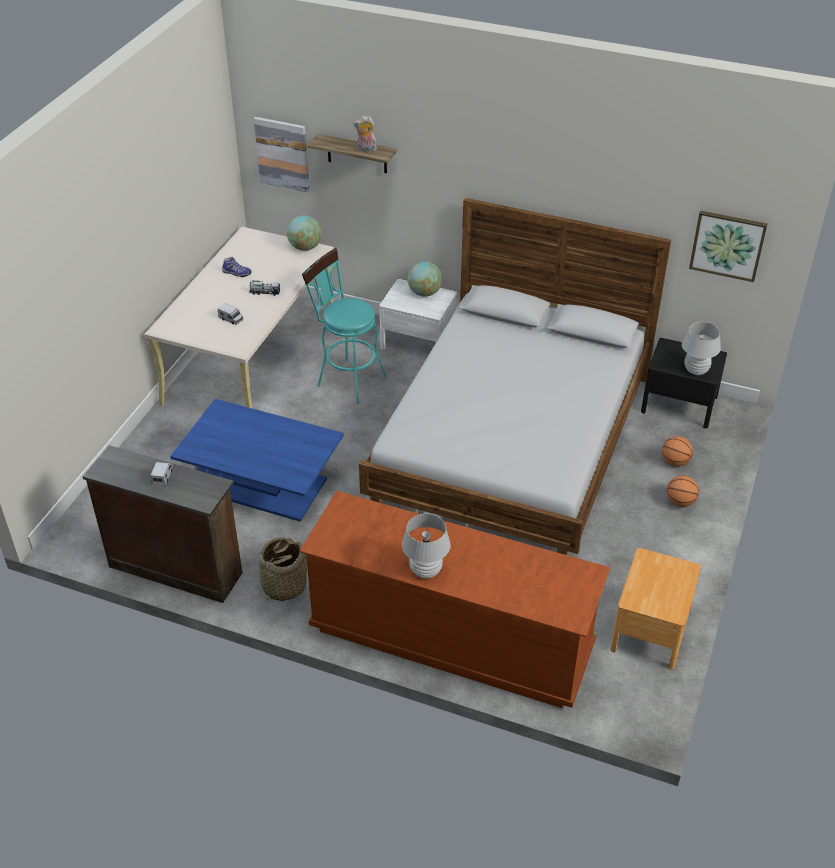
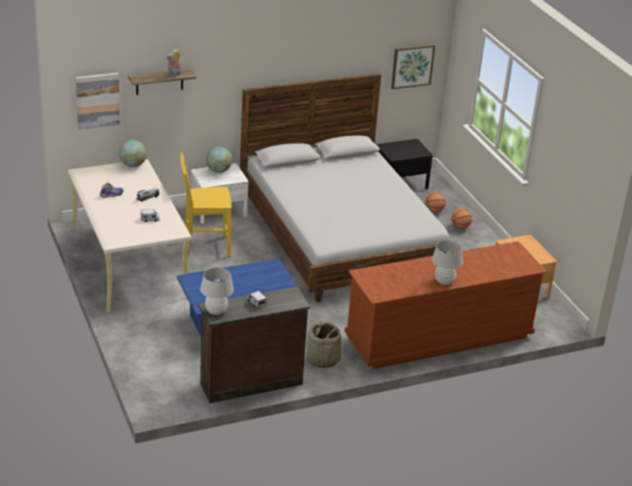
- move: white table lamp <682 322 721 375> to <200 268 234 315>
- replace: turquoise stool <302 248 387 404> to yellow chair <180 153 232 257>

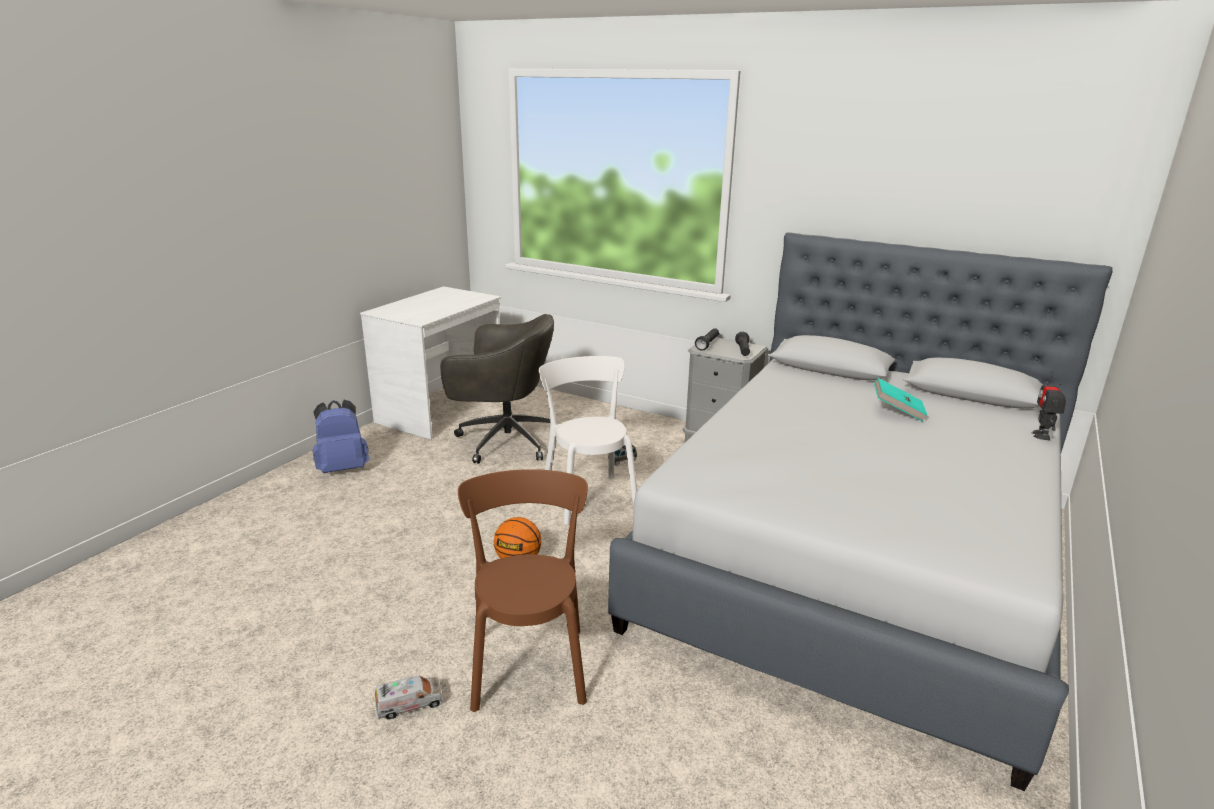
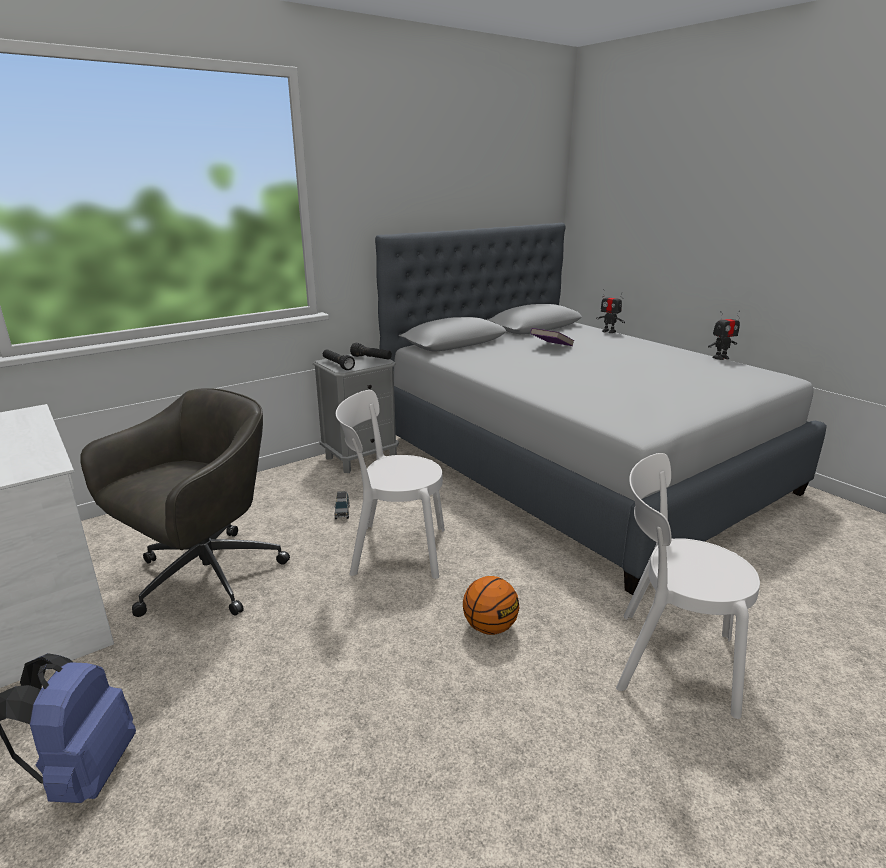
- delete: toy truck <375 675 443 720>
- insert: toy robot <708 311 740 360>
- recolor: brown chair <458 469 588 712> to white chair <616 453 760 719>
- recolor: turquoise book <874 378 928 421> to purple book <530 328 575 346>

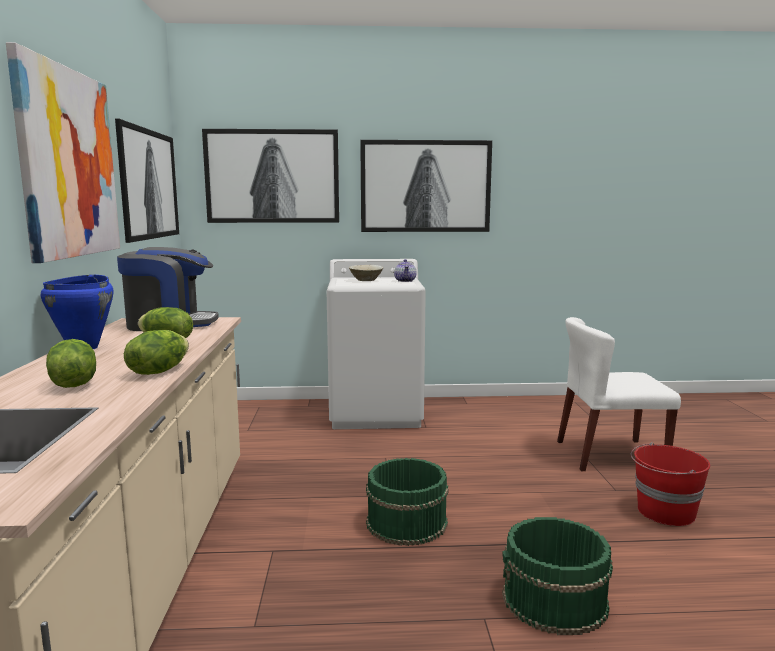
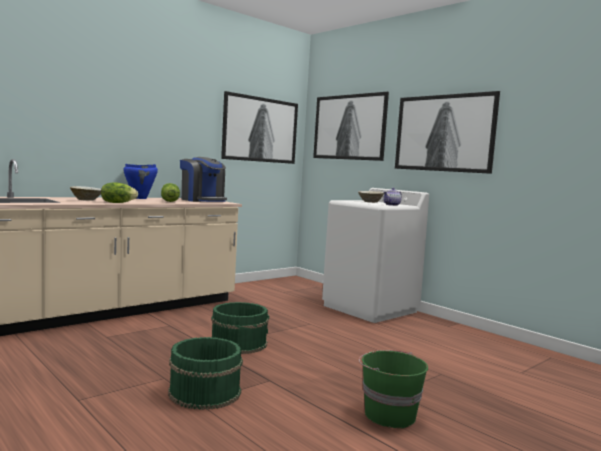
- delete: picture <6 42 120 263>
- delete: white chair <557 317 681 471>
- replace: lettuce <46 339 96 388> to beige bowl <70 186 101 201>
- recolor: red bucket <631 443 710 526> to green bucket <359 350 428 428>

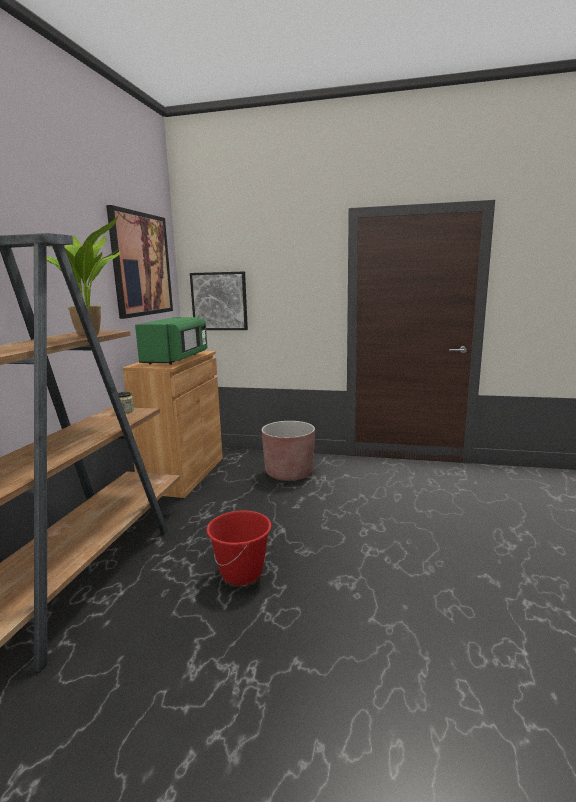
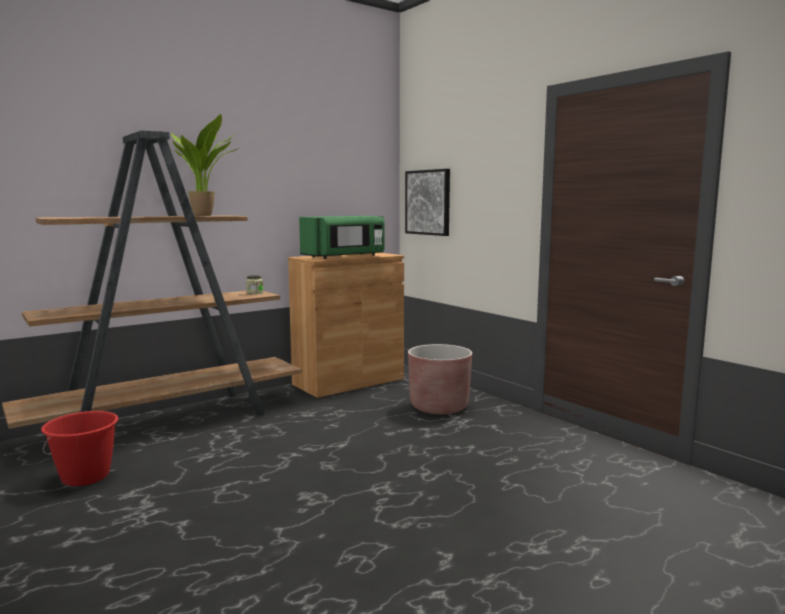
- delete: picture <106 205 173 319>
- move: red bucket <206 511 271 585> to <41 411 118 486>

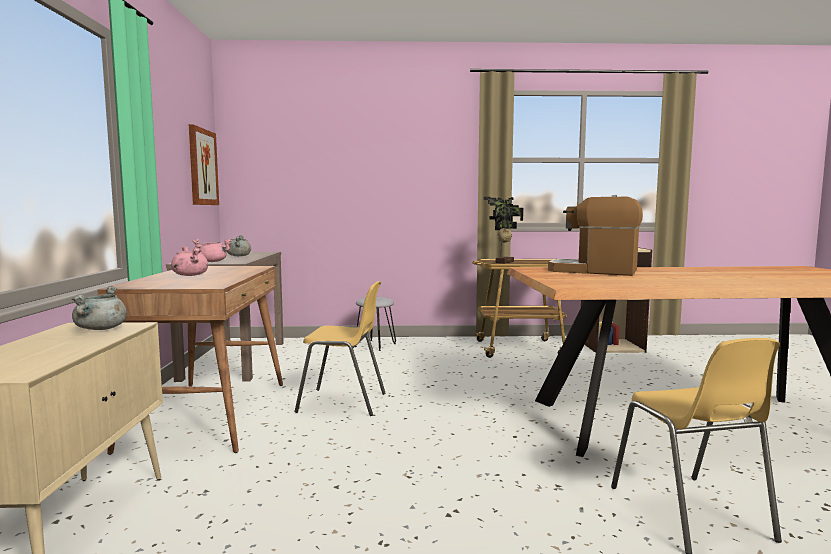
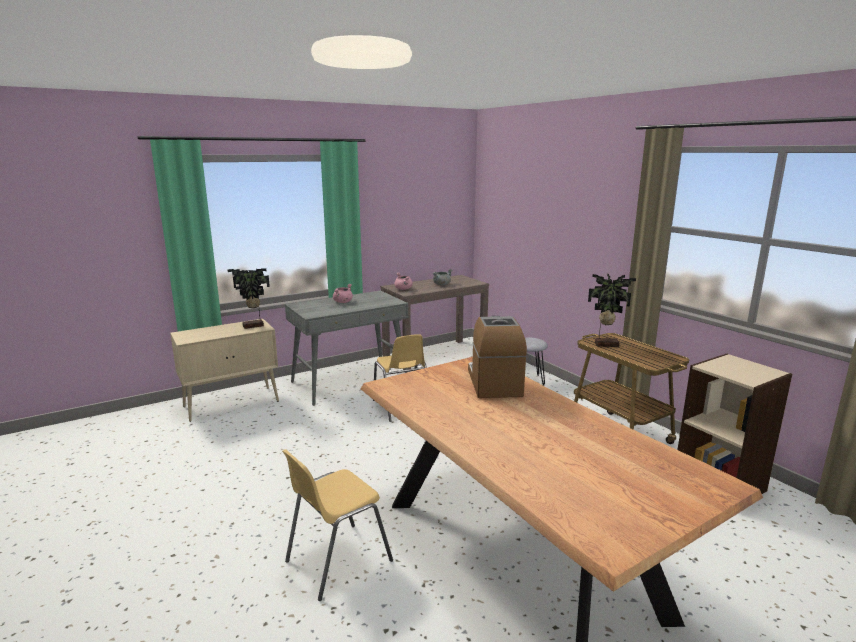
- delete: picture <189 124 219 205>
- replace: grey cooking pot <72 286 127 330> to potted plant <228 268 270 329>
- recolor: brown desk <98 266 283 455> to grey desk <285 291 408 406>

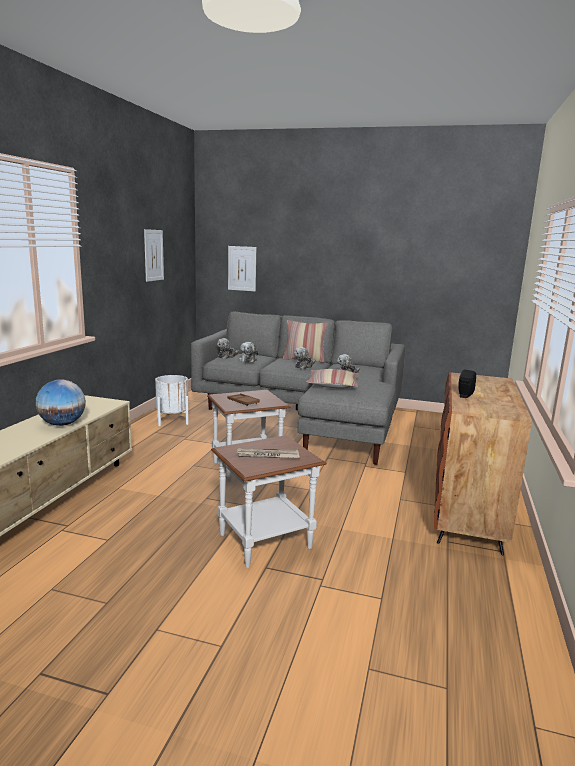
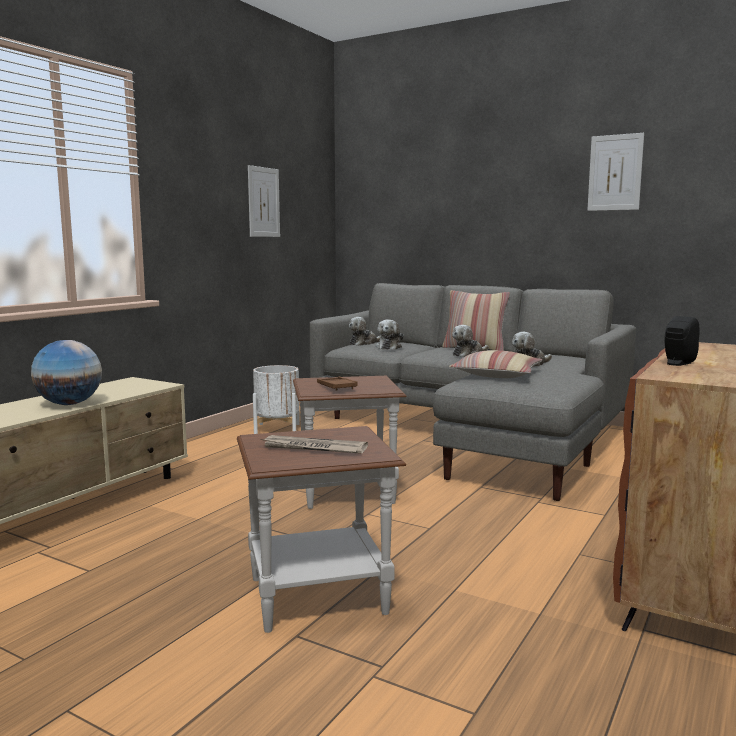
- move: picture <228 246 256 291> to <587 133 644 211>

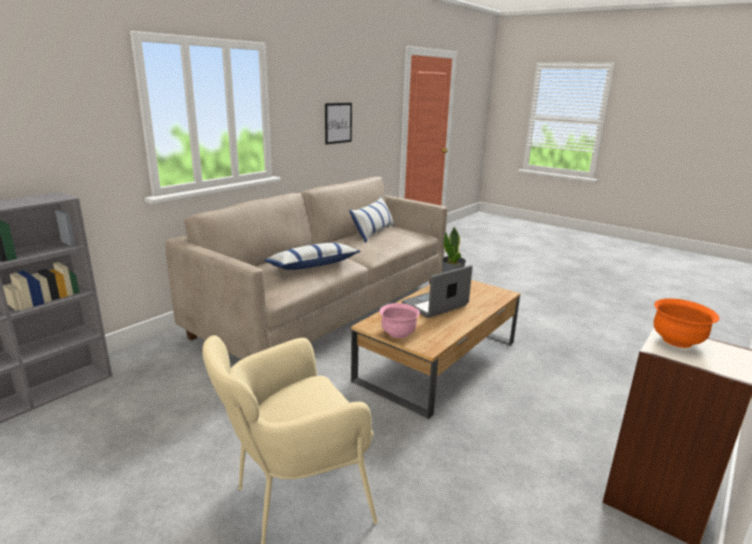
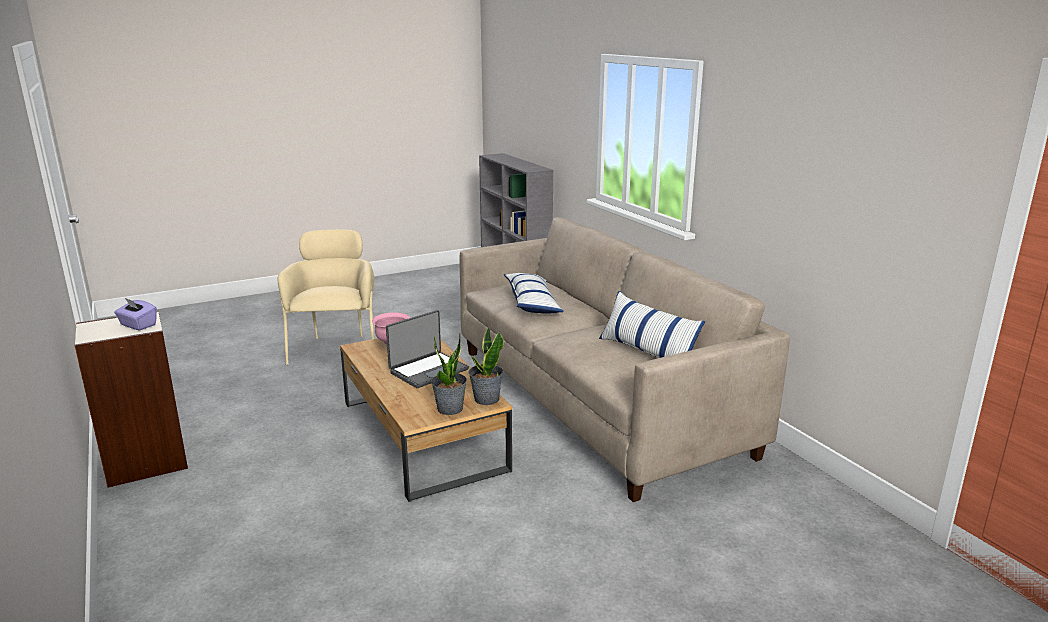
- delete: picture <325 103 352 145>
- insert: potted plant <431 334 467 415>
- replace: orange bowl <653 298 719 348> to purple tissue box <114 298 157 331>
- rotate: laptop <402 265 472 318> = <386 310 469 388> 60 degrees clockwise

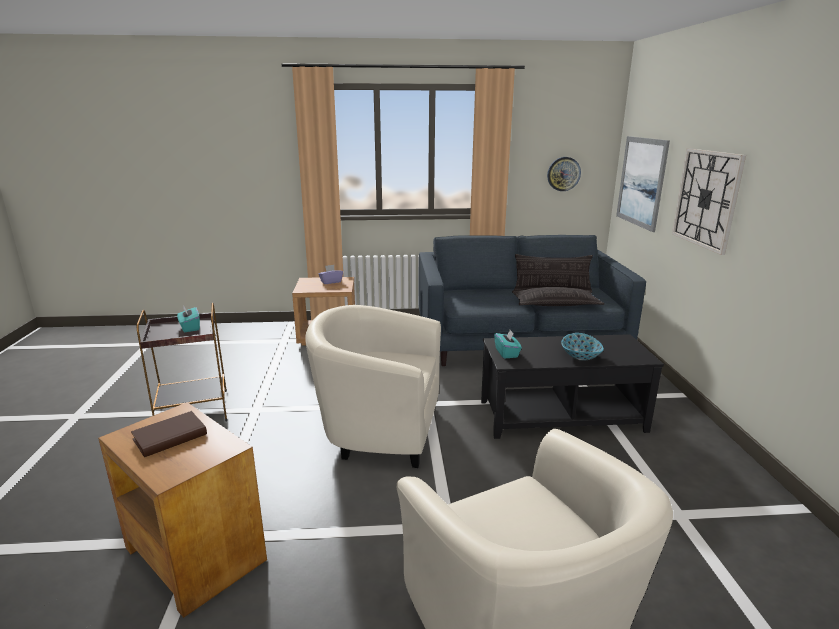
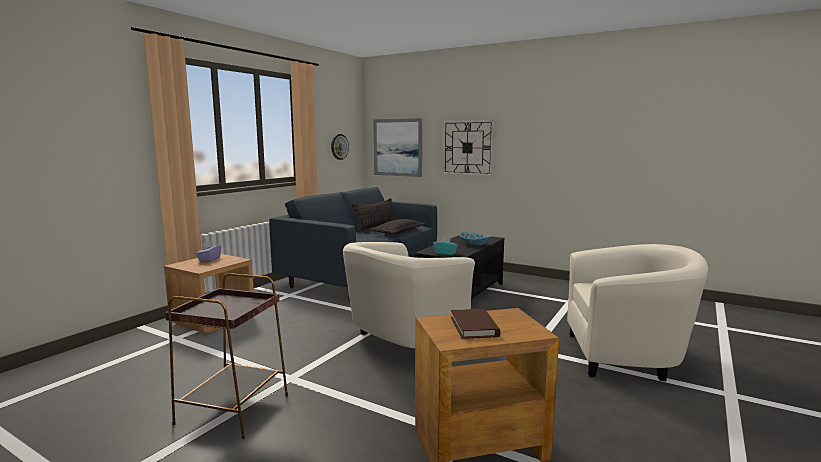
- delete: turquoise tissue box <177 305 200 332>

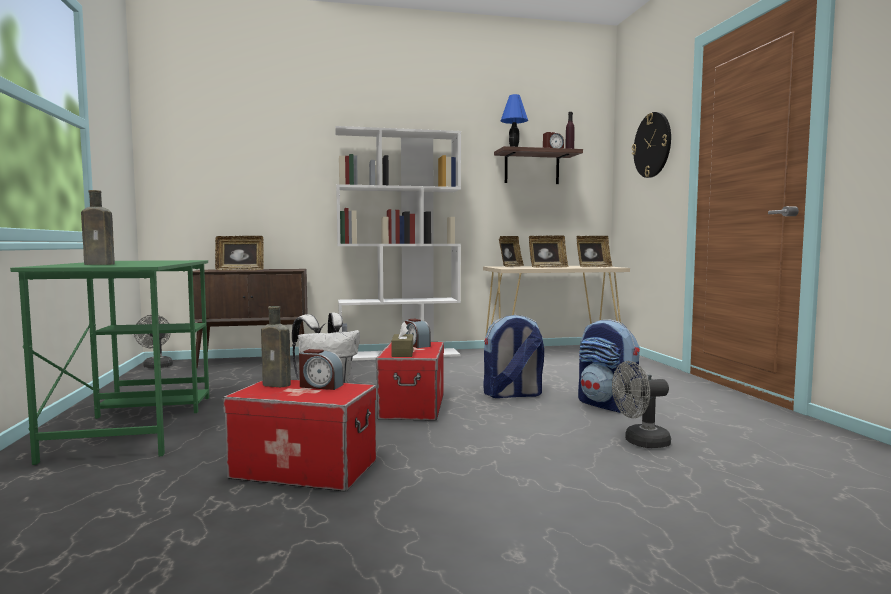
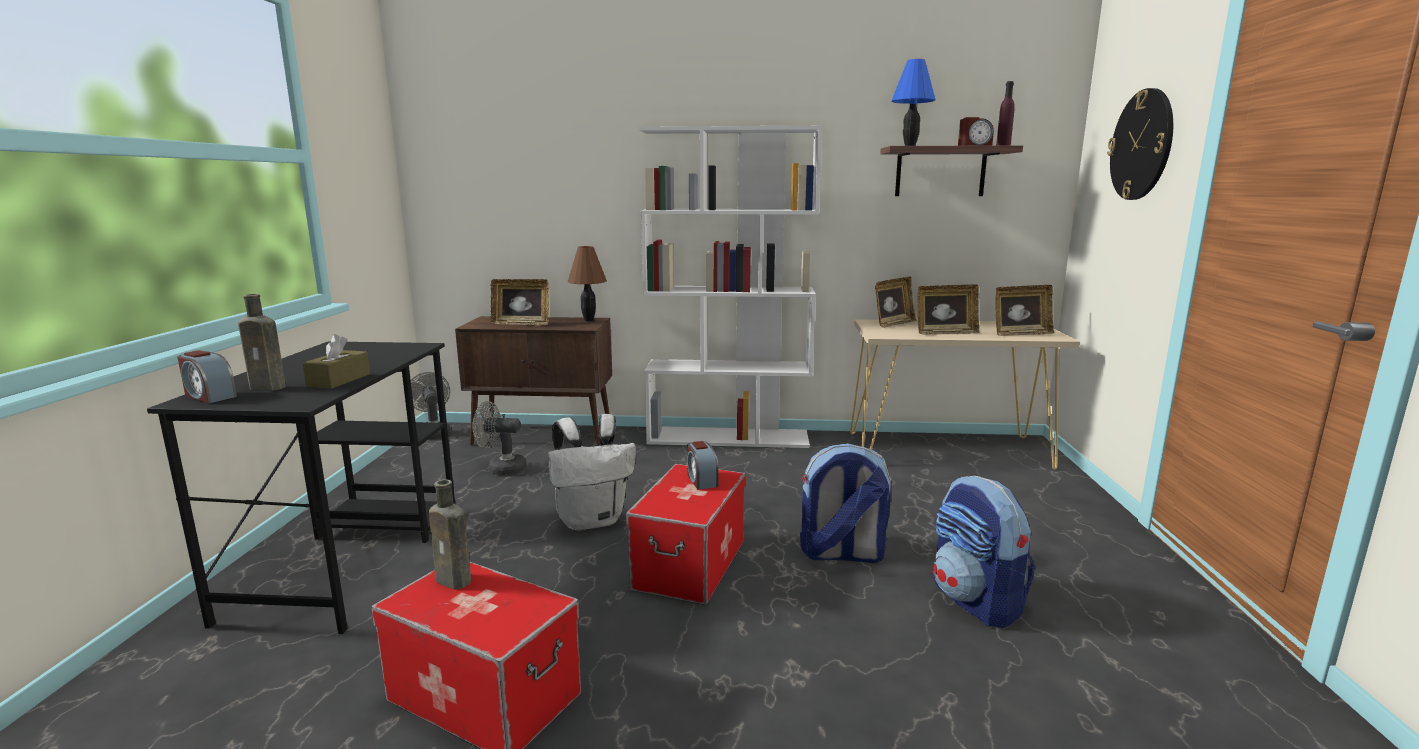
- insert: brown table lamp <568 246 607 321>
- move: alarm clock <299 349 344 390> to <177 350 237 403>
- move: brown tissue box <391 322 413 357> to <303 334 370 389>
- move: grey fan <612 361 671 448> to <472 401 527 475>
- recolor: green desk <10 260 209 465> to black desk <147 341 455 634>

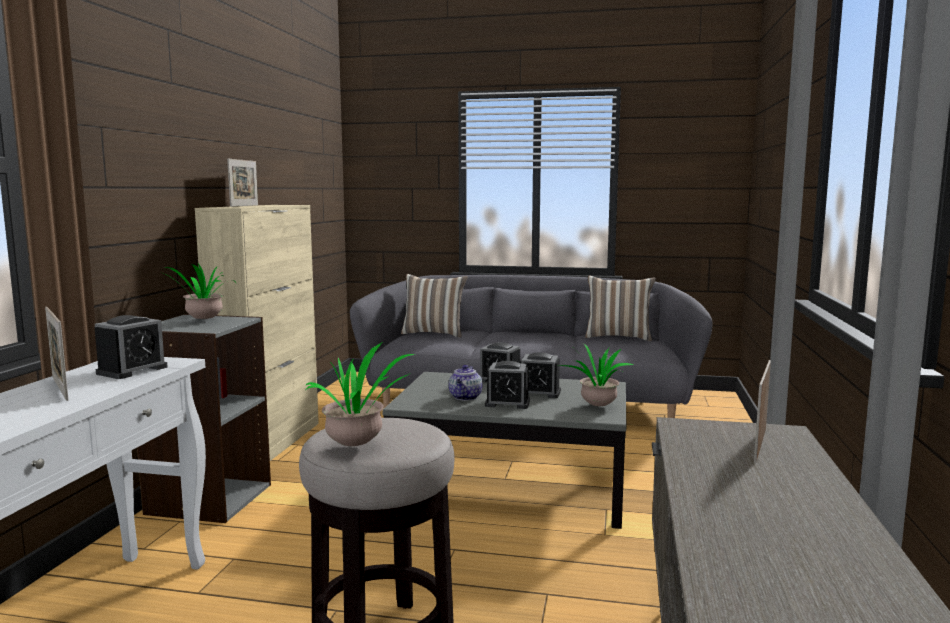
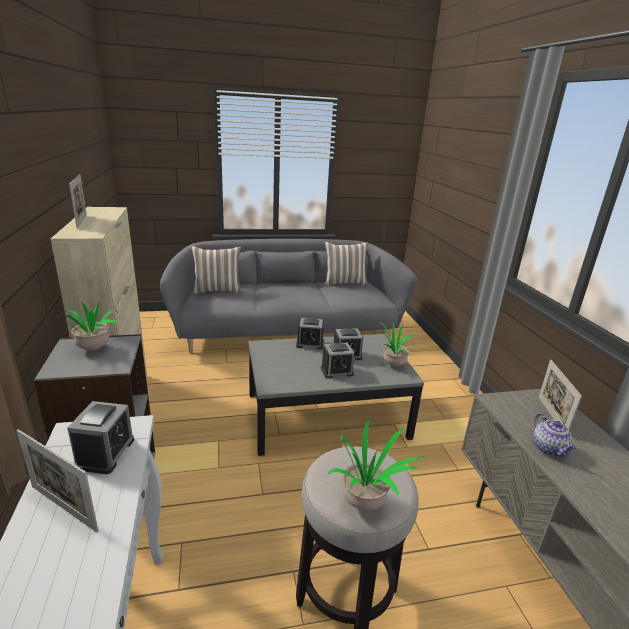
- move: teapot <449 365 483 401> to <534 413 577 458>

